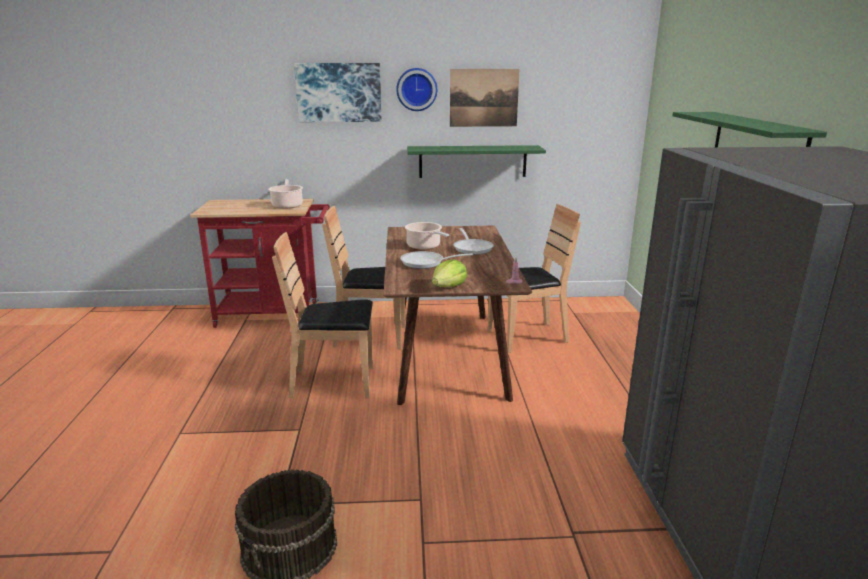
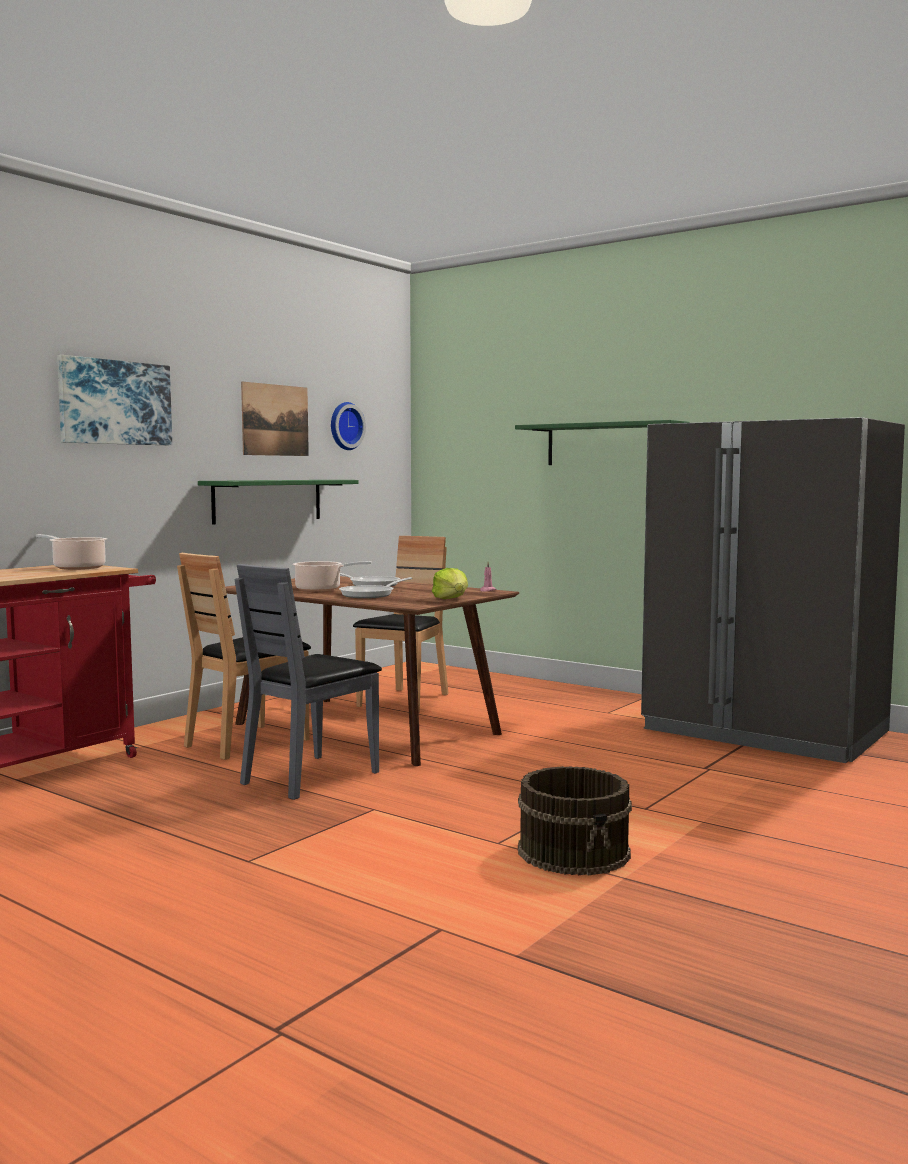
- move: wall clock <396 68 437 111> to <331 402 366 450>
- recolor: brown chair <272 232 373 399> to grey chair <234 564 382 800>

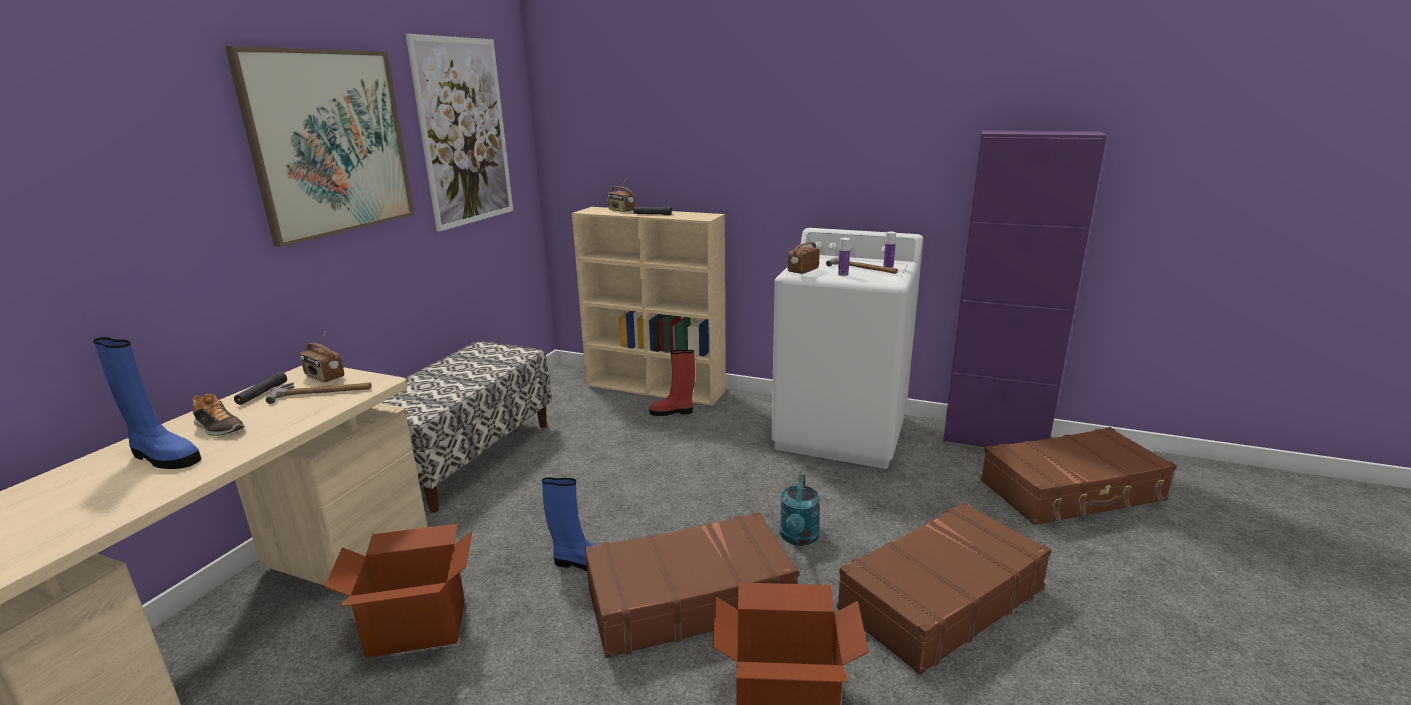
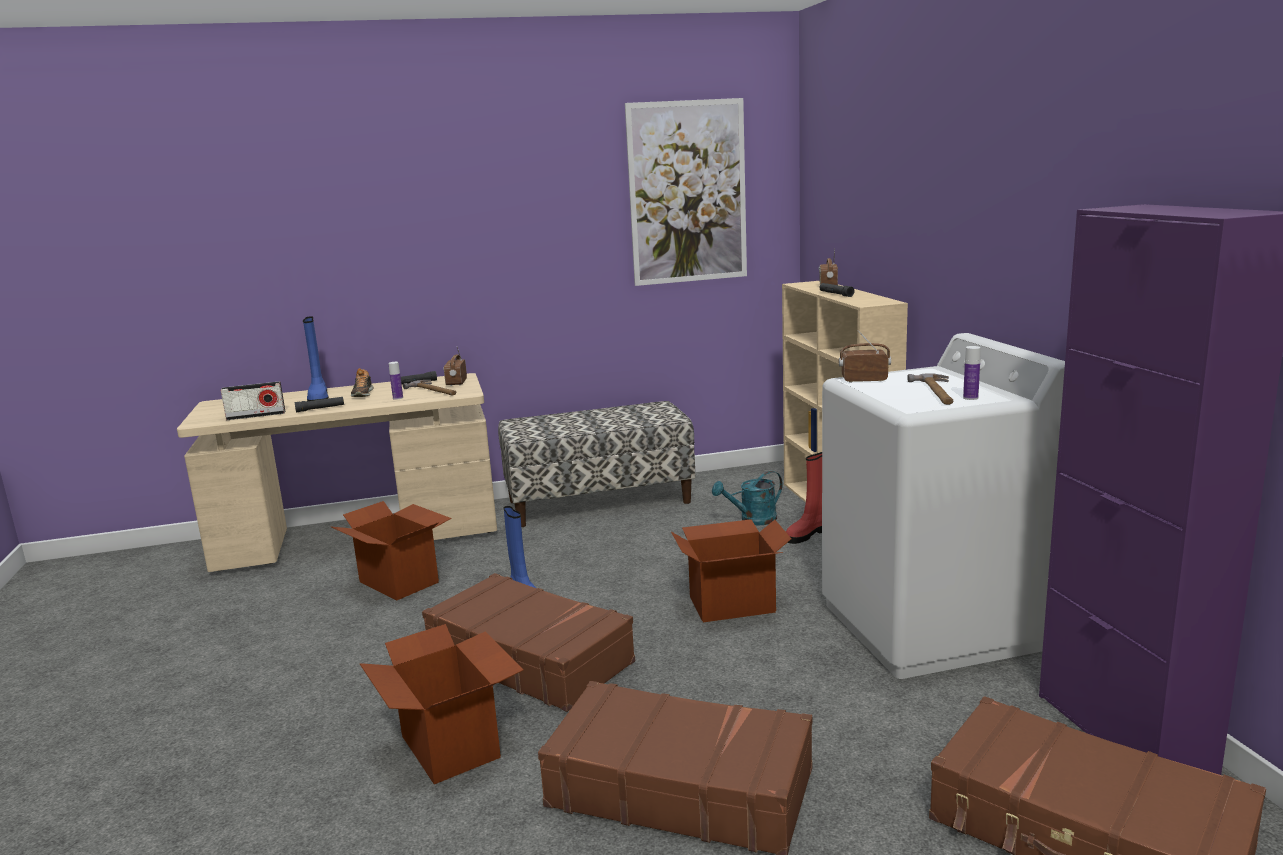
- delete: picture <225 46 415 247>
- insert: radio <221 381 285 420>
- insert: black flashlight <294 397 344 412>
- insert: cardboard box <671 519 791 622>
- move: turquoise watering can <780 474 820 546> to <712 471 783 525>
- move: bottle <838 238 850 276> to <388 362 403 400>
- rotate: red boot <649 350 695 416> = <786 452 822 544> 90 degrees counterclockwise

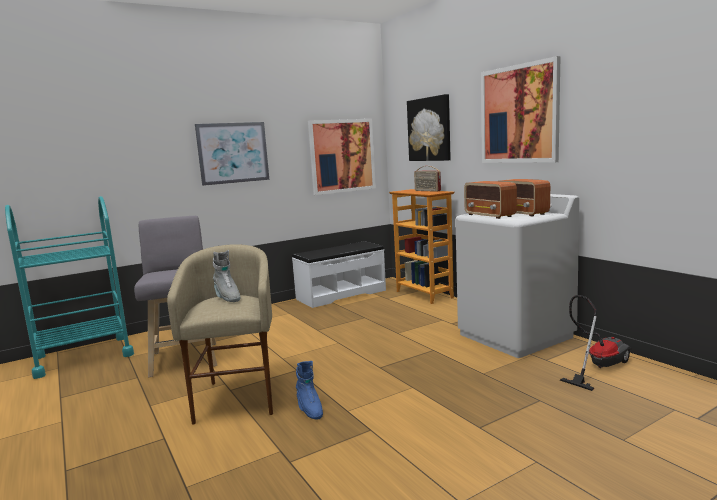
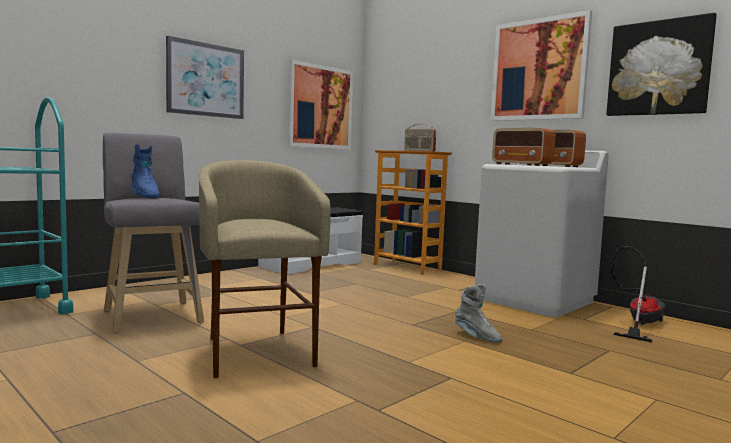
- move: grey boot <213 250 240 302> to <455 284 503 343>
- move: blue boot <296 361 323 420> to <131 144 159 199>
- move: picture <407 94 451 161> to <606 13 717 116>

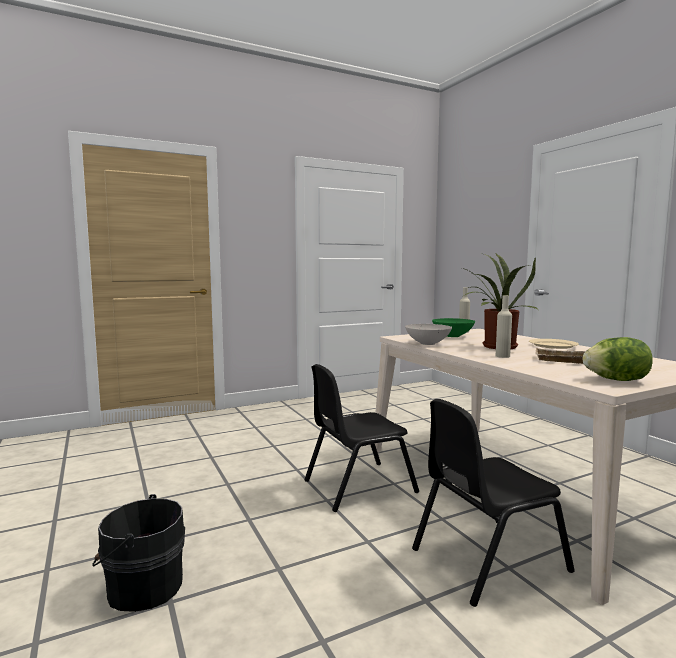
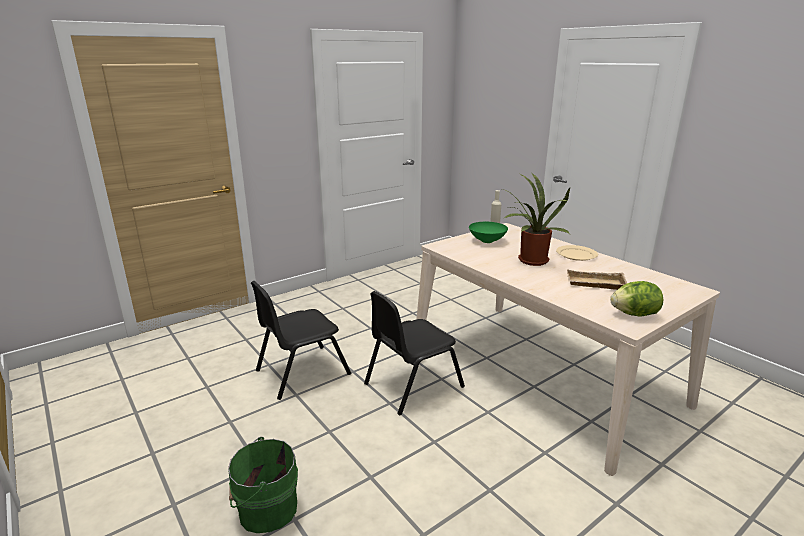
- delete: white bowl <405 324 452 345>
- delete: beige bottle <496 296 512 358>
- move: black chair <412 399 575 607> to <251 281 351 400>
- recolor: black bucket <92 494 185 612> to green bucket <228 437 298 533>

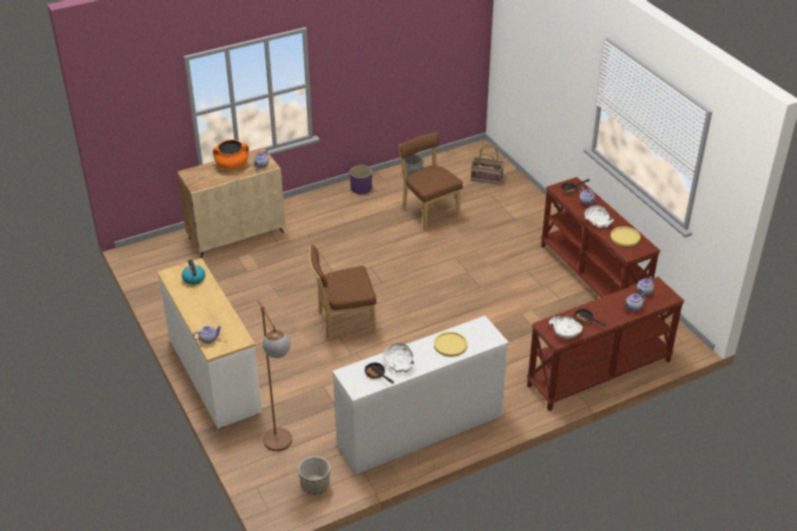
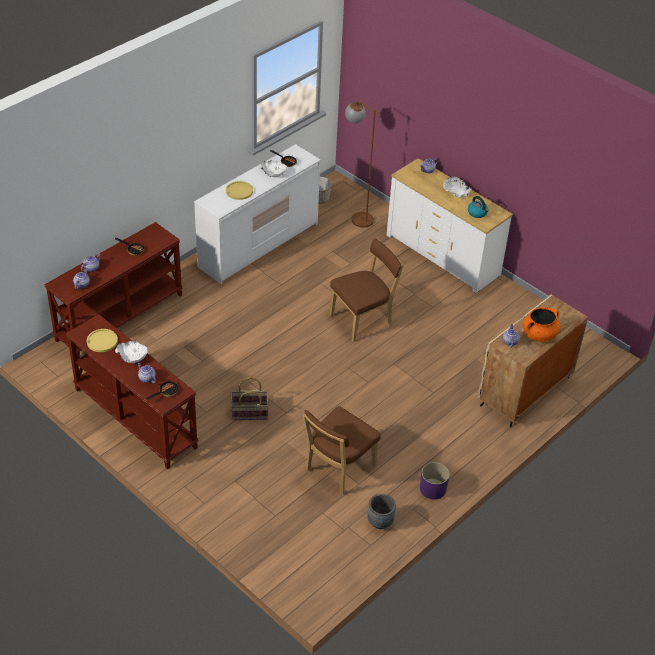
- move: basket <471 144 504 185> to <231 377 269 420>
- move: white bowl <549 316 582 338> to <443 176 471 198>
- rotate: brown chair <399 132 463 231> = <303 406 381 495> 90 degrees clockwise

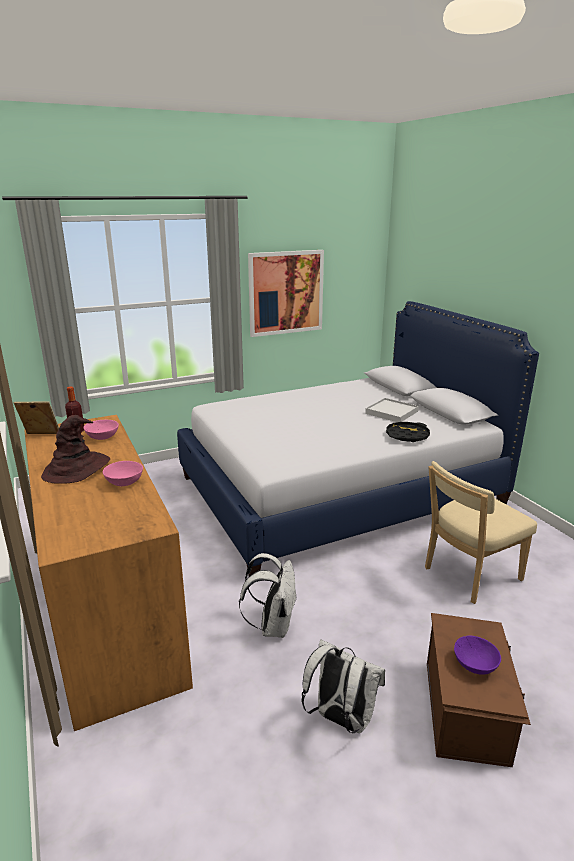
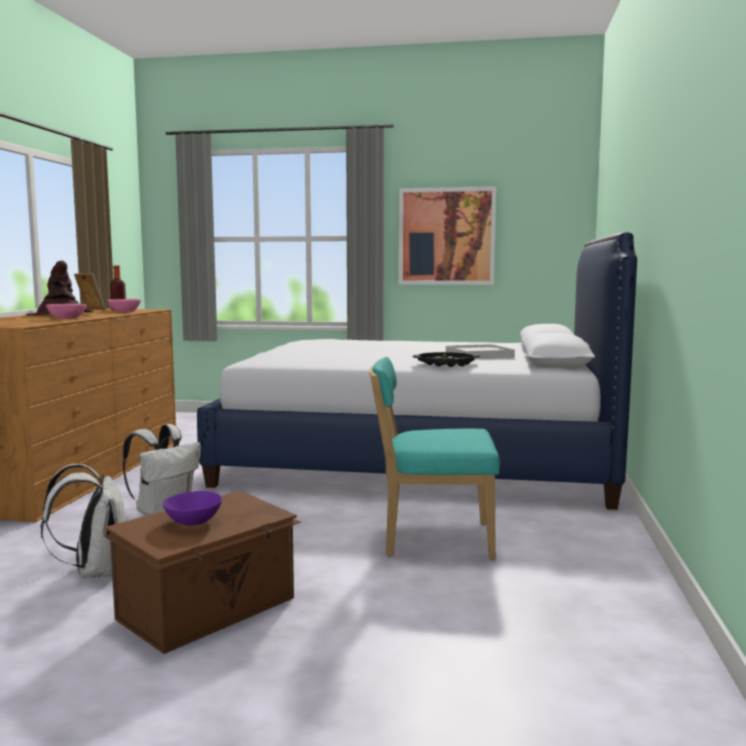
- recolor: beige chair <425 461 537 604> to turquoise chair <369 357 500 560>

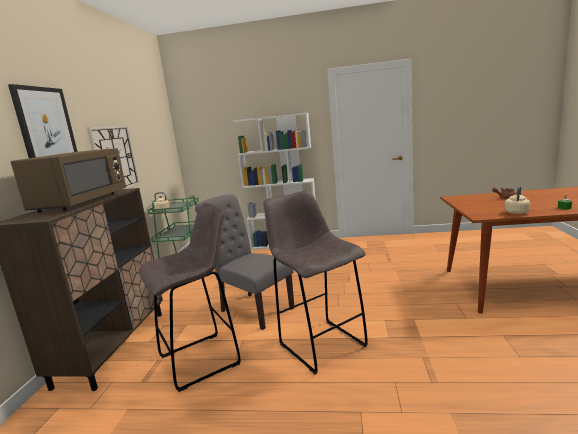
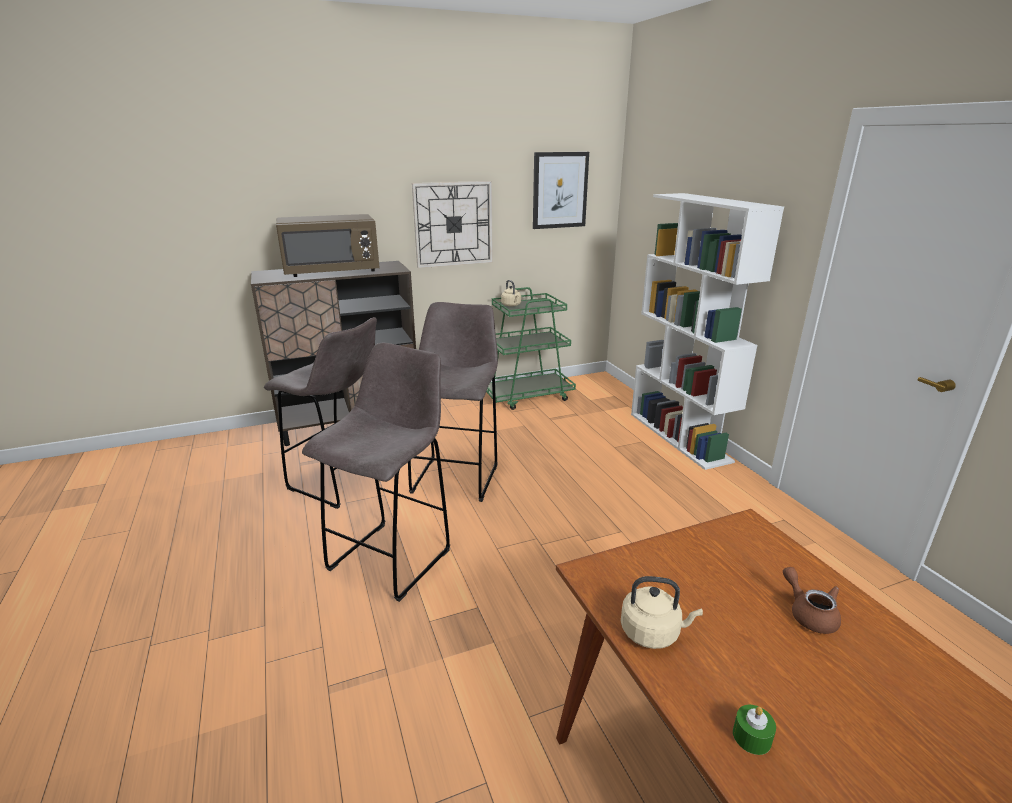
- move: picture <8 84 77 158> to <533 152 589 229>
- replace: grey chair <195 194 294 330> to grey stool <408 302 498 502>

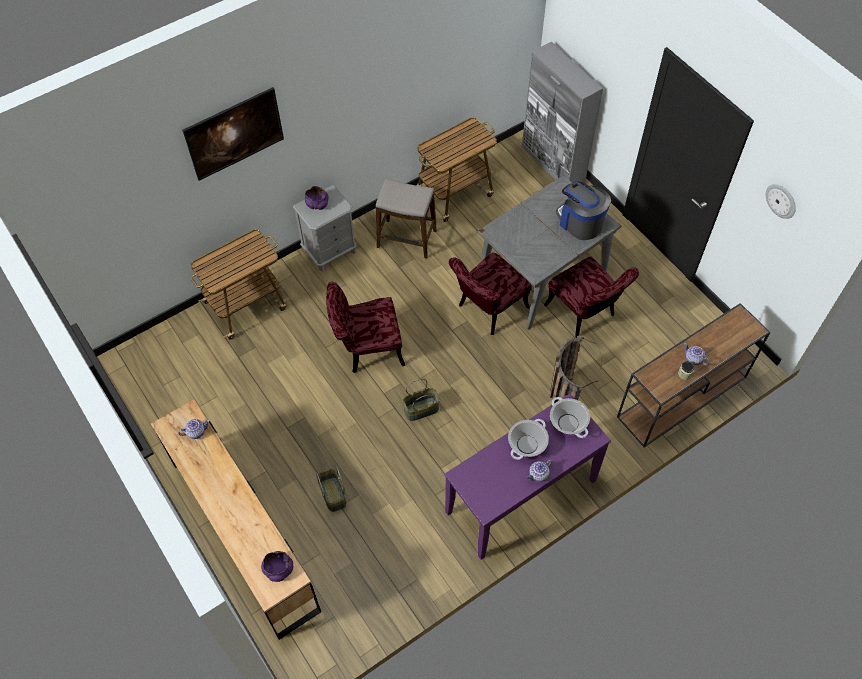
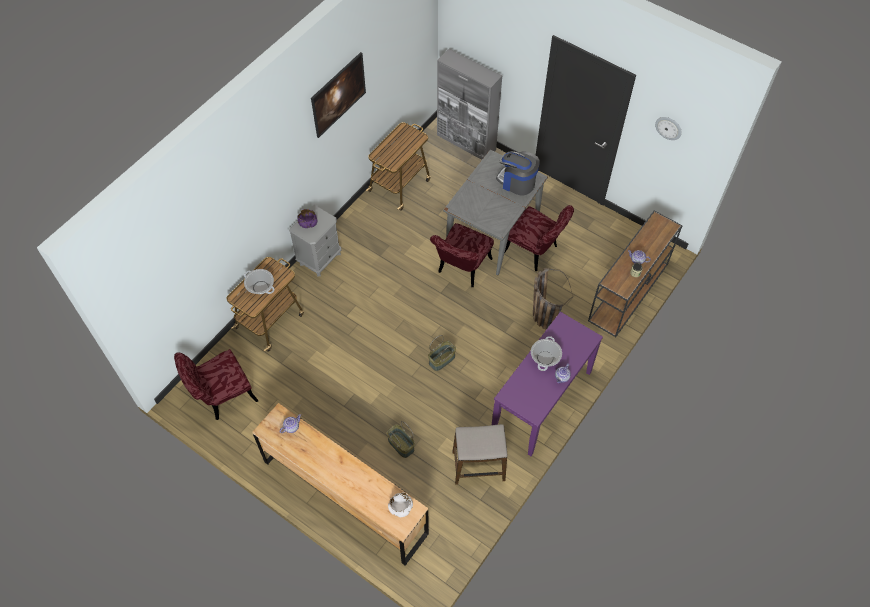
- move: picture <182 87 284 181> to <311 52 366 138>
- move: red chair <326 282 405 373> to <174 349 258 420>
- move: stool <376 179 437 259> to <453 424 507 485>
- move: cooking pot <550 397 590 438> to <244 269 275 294>
- recolor: purple bowl <261 551 293 582> to white bowl <388 493 413 517>

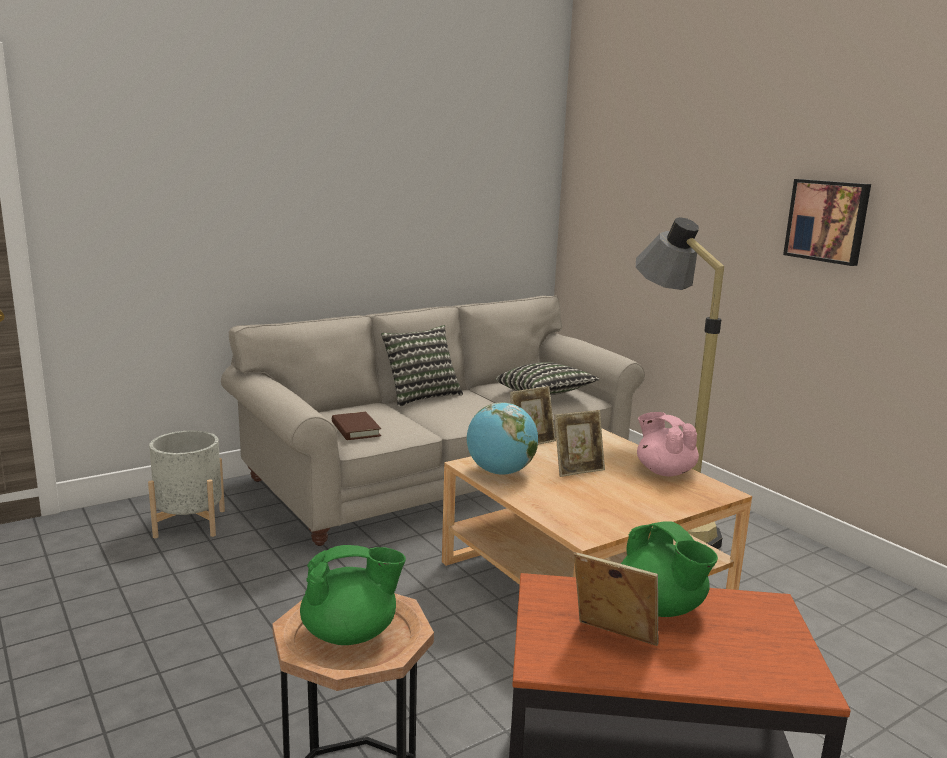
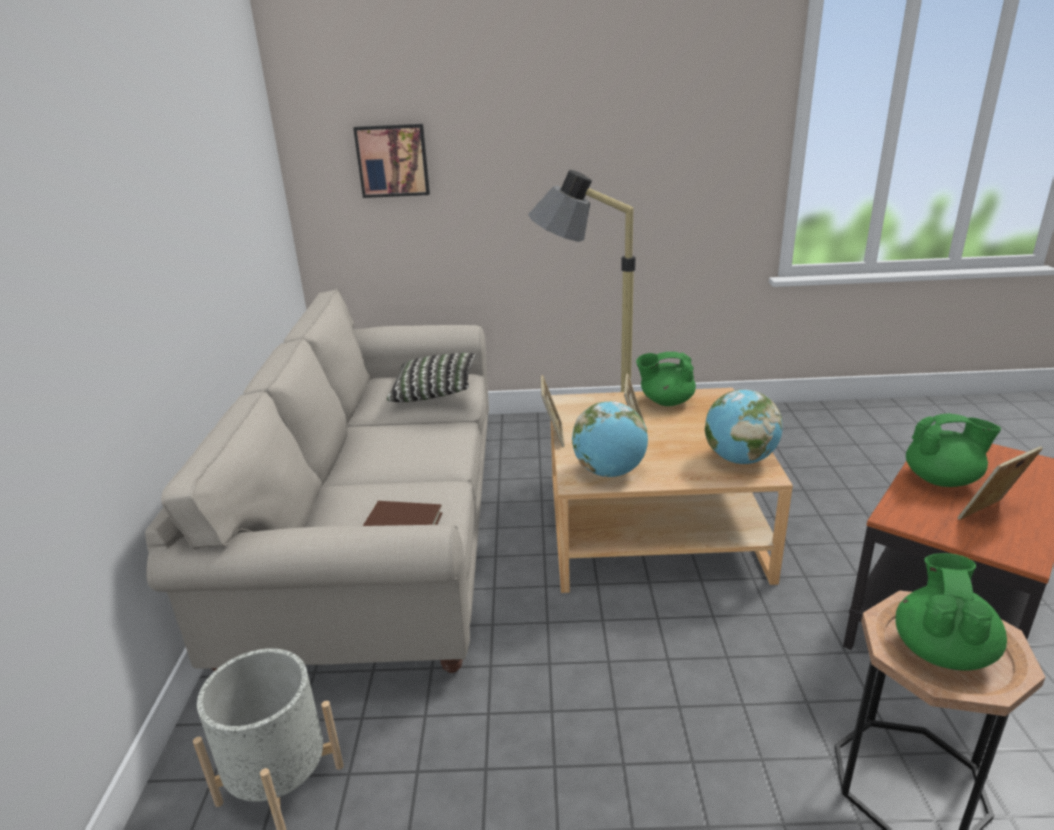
- delete: pillow <381 325 463 407>
- insert: globe <705 389 783 464>
- move: picture <783 179 871 266> to <353 124 430 198>
- recolor: pink teapot <637 412 699 476> to green teapot <636 352 696 406>

